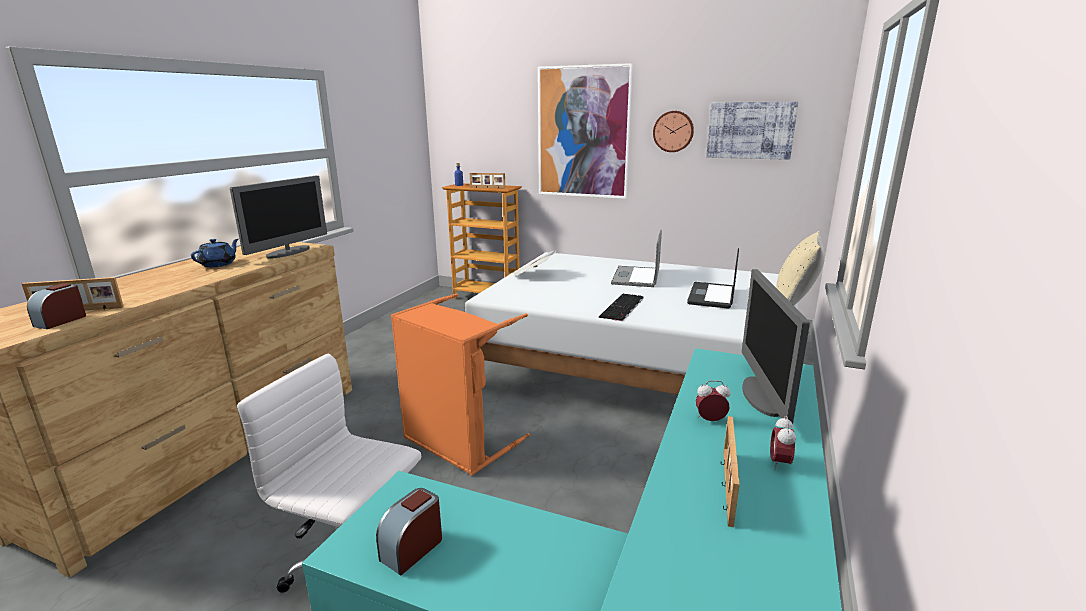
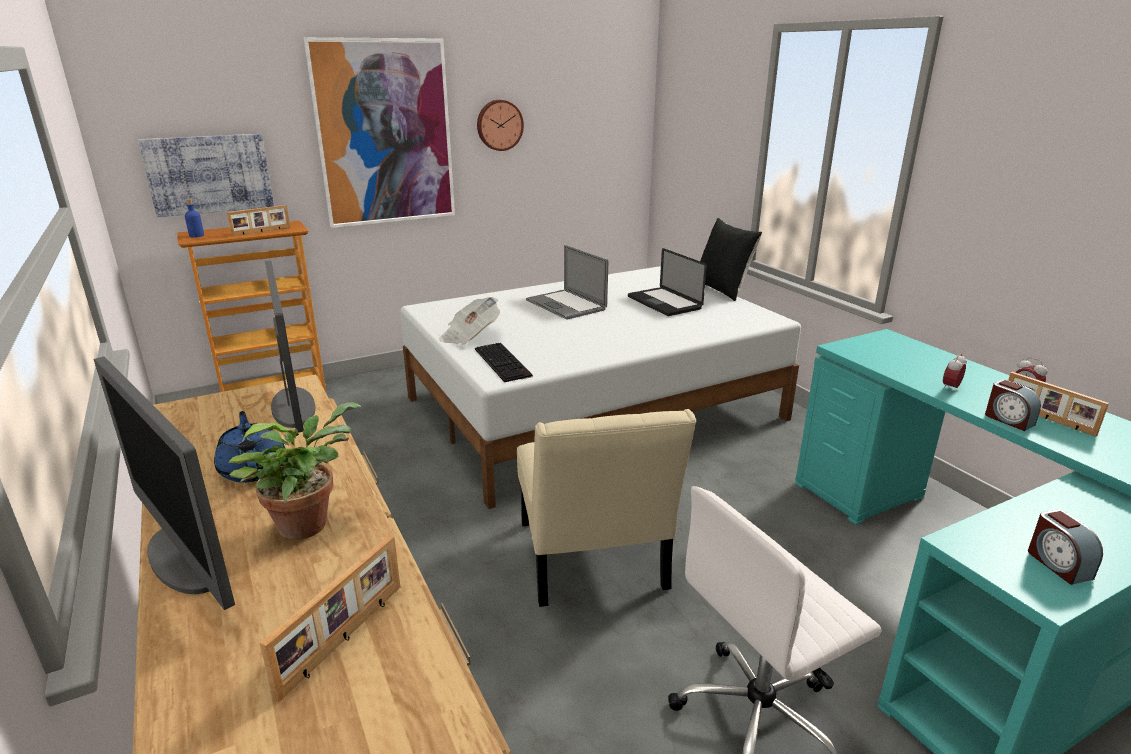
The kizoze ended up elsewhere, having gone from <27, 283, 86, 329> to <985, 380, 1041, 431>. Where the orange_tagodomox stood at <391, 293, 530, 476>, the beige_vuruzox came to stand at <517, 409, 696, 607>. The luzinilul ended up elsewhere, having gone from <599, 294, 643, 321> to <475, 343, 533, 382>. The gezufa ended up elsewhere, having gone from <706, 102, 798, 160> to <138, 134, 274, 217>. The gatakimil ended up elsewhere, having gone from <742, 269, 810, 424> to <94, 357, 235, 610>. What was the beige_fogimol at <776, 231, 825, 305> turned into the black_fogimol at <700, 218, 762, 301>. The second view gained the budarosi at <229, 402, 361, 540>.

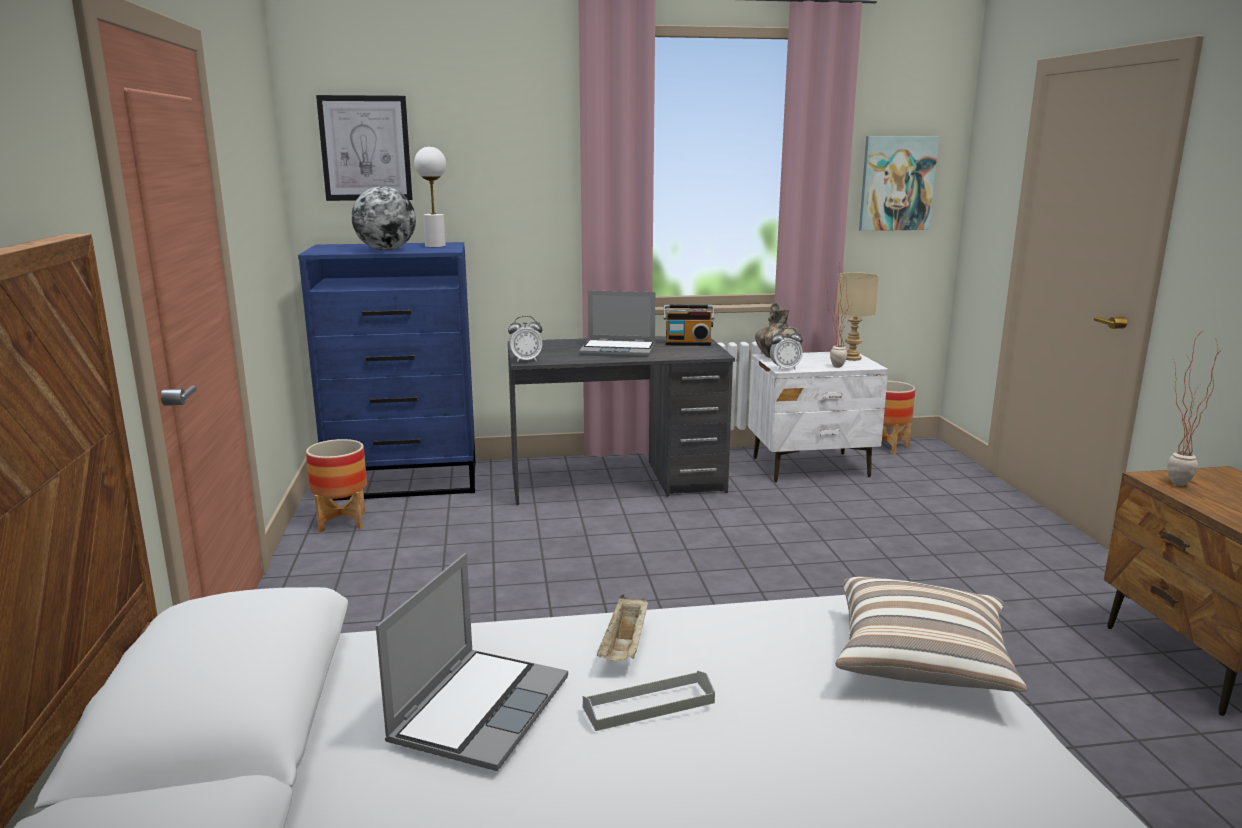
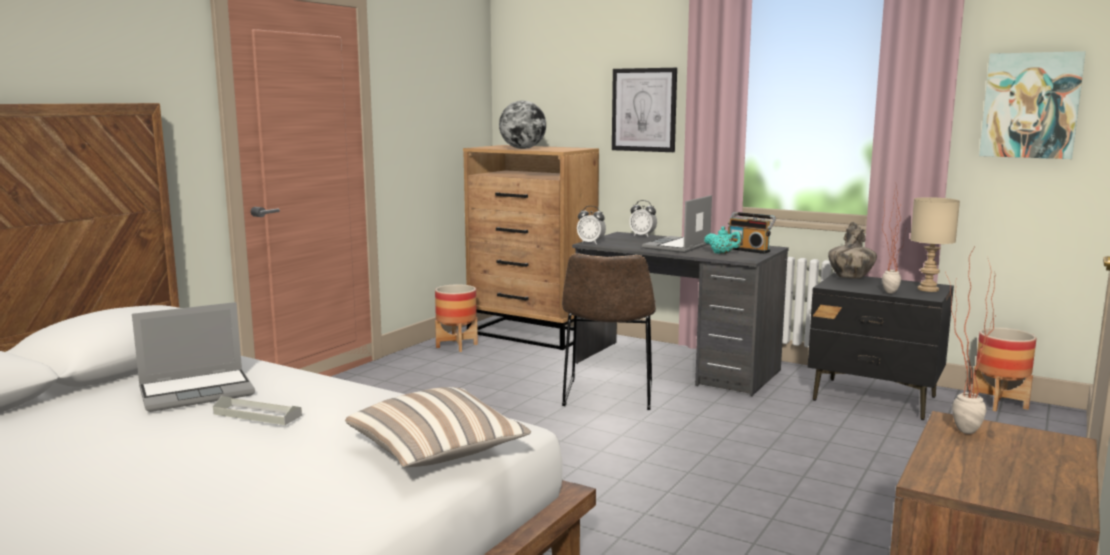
What was the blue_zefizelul at <298, 242, 476, 501> turned into the brown_zefizelul at <463, 145, 599, 350>. The gezufa ended up elsewhere, having gone from <316, 95, 413, 201> to <612, 68, 677, 152>. The second view lost the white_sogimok at <414, 147, 446, 247>. The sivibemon at <579, 290, 656, 358> ended up facing another way, 75 degrees clockwise from before. The second view lost the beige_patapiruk at <597, 595, 649, 661>. What was the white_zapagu at <748, 352, 888, 482> turned into the black_zapagu at <808, 273, 954, 420>. The kizoze ended up elsewhere, having gone from <770, 328, 803, 371> to <629, 200, 657, 237>. The second view gained the brown_vuruzox at <562, 253, 656, 410>. The second view gained the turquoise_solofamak at <704, 227, 742, 254>.

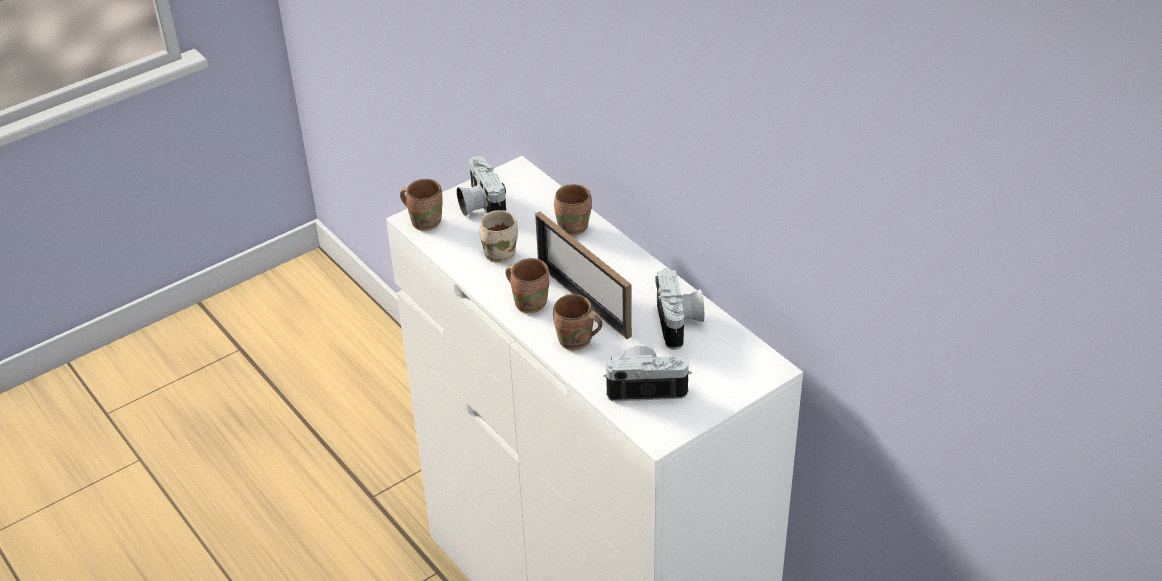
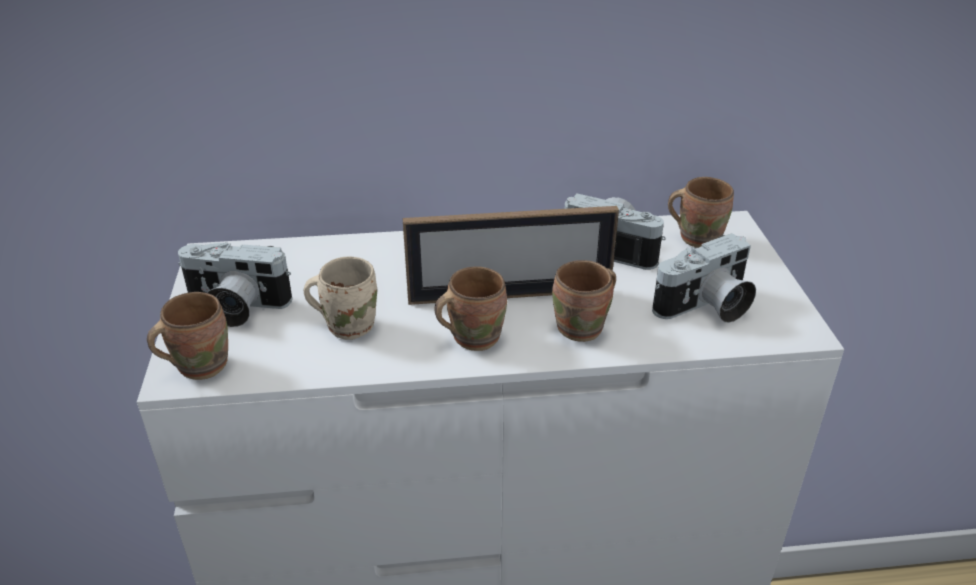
The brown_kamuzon ended up elsewhere, having gone from <554, 184, 592, 236> to <668, 177, 734, 248>. The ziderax at <603, 346, 692, 401> ended up facing another way, 150 degrees counterclockwise from before.

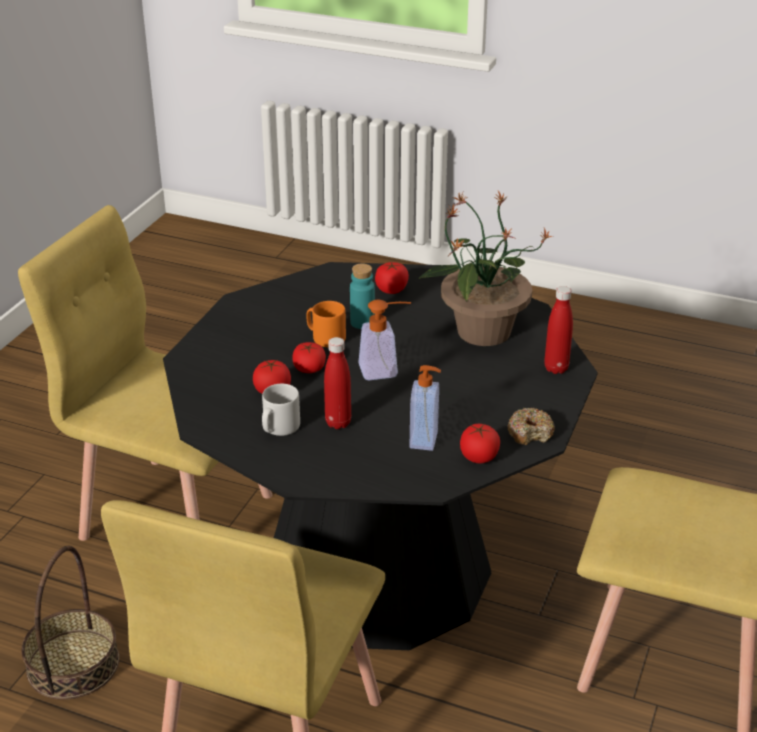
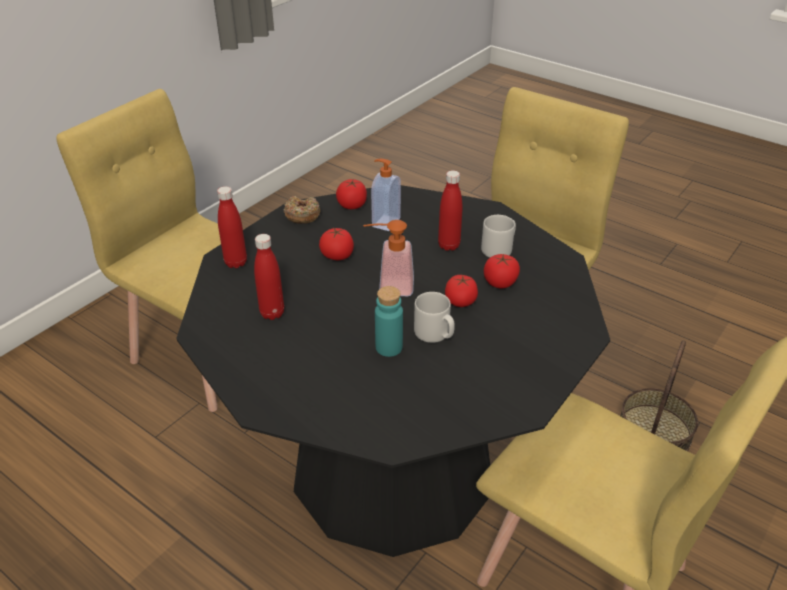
What was the orange_kamuzon at <306, 301, 346, 347> turned into the grey_kamuzon at <414, 292, 455, 343>. The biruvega ended up elsewhere, having gone from <375, 262, 409, 294> to <319, 228, 354, 260>. Where the budarosi stood at <418, 191, 552, 346>, the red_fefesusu came to stand at <254, 234, 284, 320>.

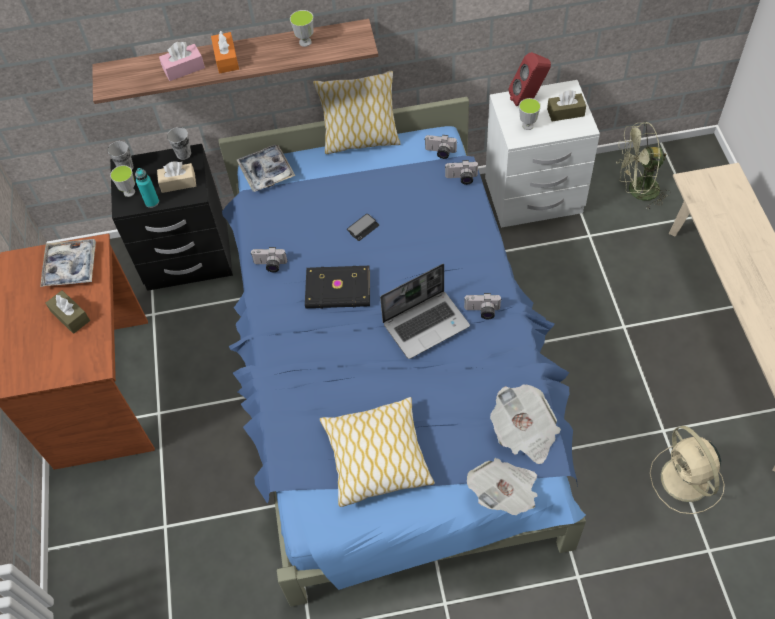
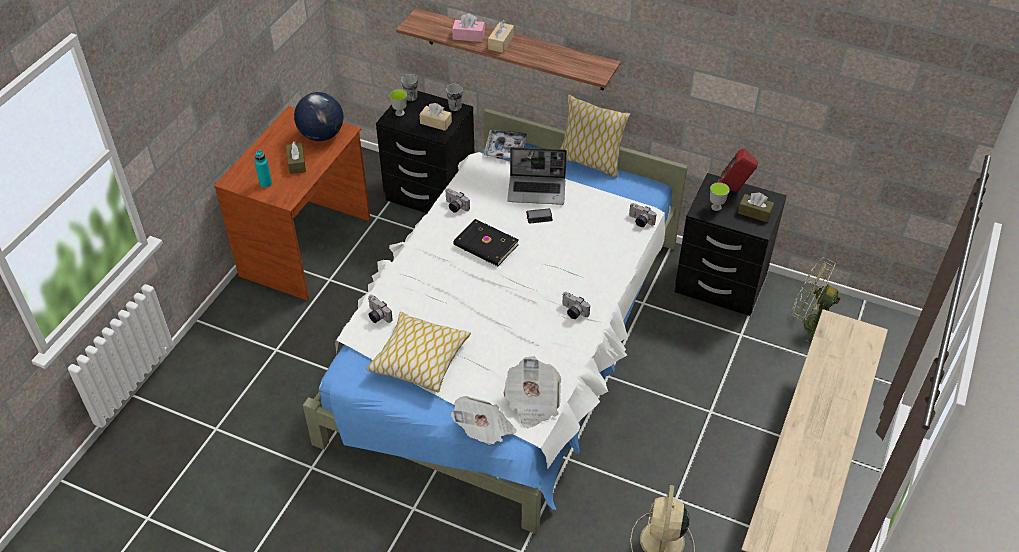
Where the patapiruk stood at <40, 239, 96, 287>, the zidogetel came to stand at <294, 92, 343, 141>. The turquoise_fefesusu ended up elsewhere, having gone from <135, 168, 159, 208> to <255, 150, 272, 188>. What was the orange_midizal at <211, 31, 239, 73> turned into the beige_midizal at <488, 20, 514, 53>. What was the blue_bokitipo at <218, 97, 586, 607> turned into the white_bokitipo at <303, 108, 688, 533>. The second view lost the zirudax at <290, 10, 313, 47>. The sivibemon ended up elsewhere, having gone from <380, 264, 470, 359> to <507, 147, 567, 205>. The ziderax ended up elsewhere, having gone from <425, 135, 457, 159> to <368, 295, 393, 323>. What was the white_zapagu at <485, 80, 600, 228> turned into the black_zapagu at <675, 173, 787, 316>.

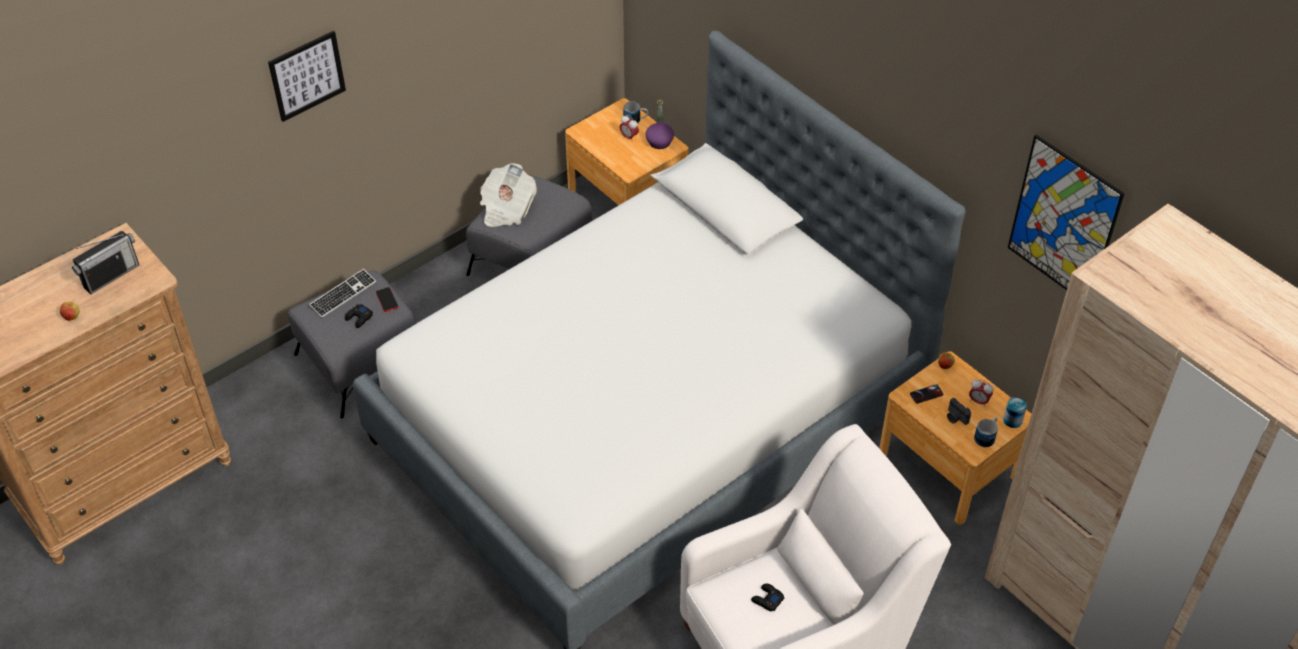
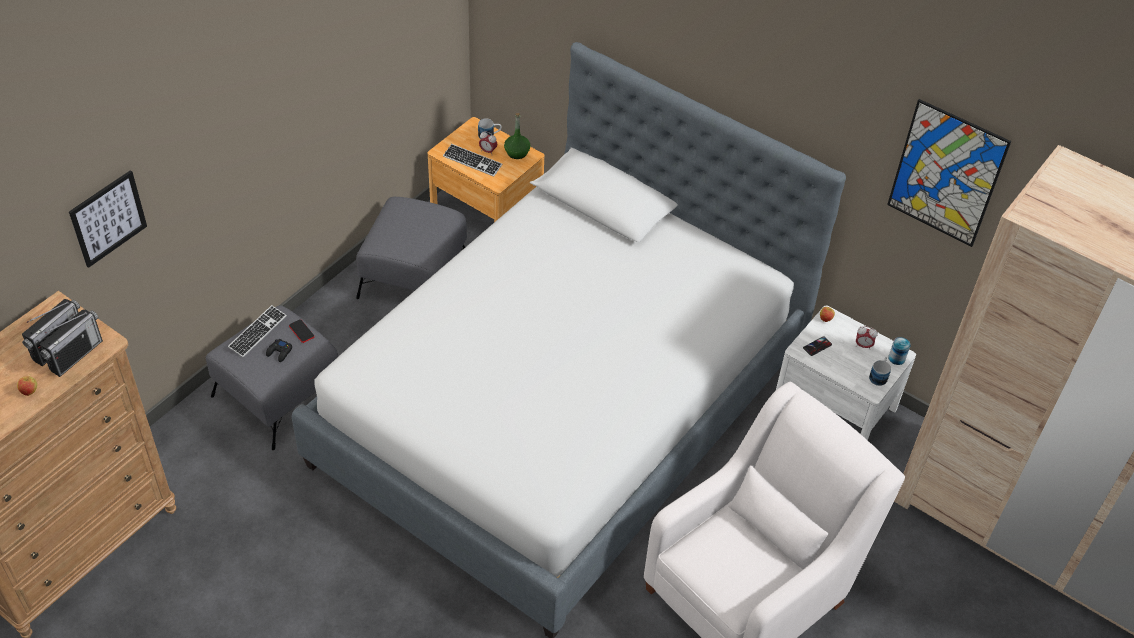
The gezufa ended up elsewhere, having gone from <268, 31, 346, 122> to <69, 170, 147, 268>. The second view lost the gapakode at <480, 163, 537, 227>. What was the purple_fefesusu at <645, 99, 674, 149> turned into the green_fefesusu at <504, 113, 531, 159>. The second view lost the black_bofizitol at <751, 584, 784, 611>. What was the brown_zapagu at <879, 351, 1031, 525> turned into the white_zapagu at <776, 305, 916, 440>. The second view lost the ziderax at <947, 398, 971, 425>. The second view gained the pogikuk at <40, 310, 103, 377>. The second view gained the luzinilul at <443, 144, 502, 177>.

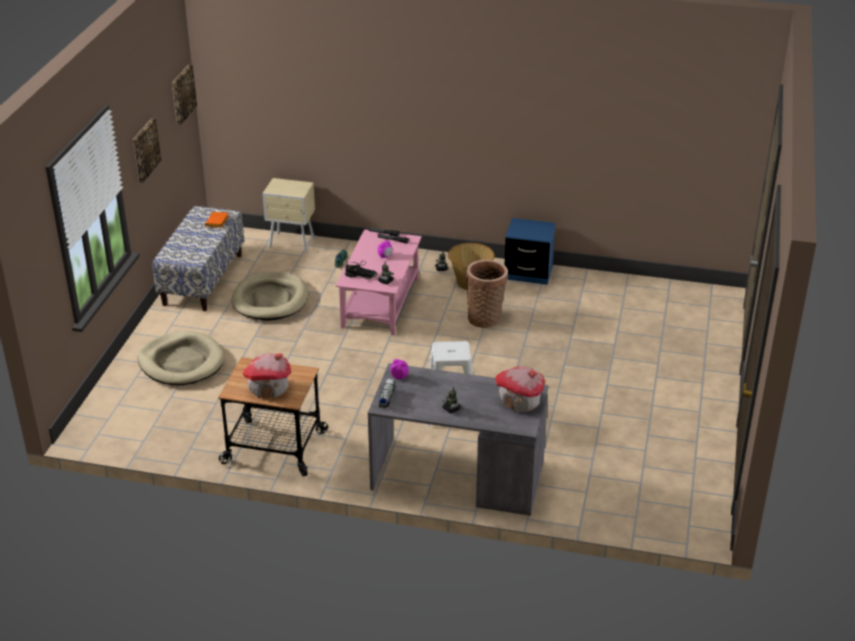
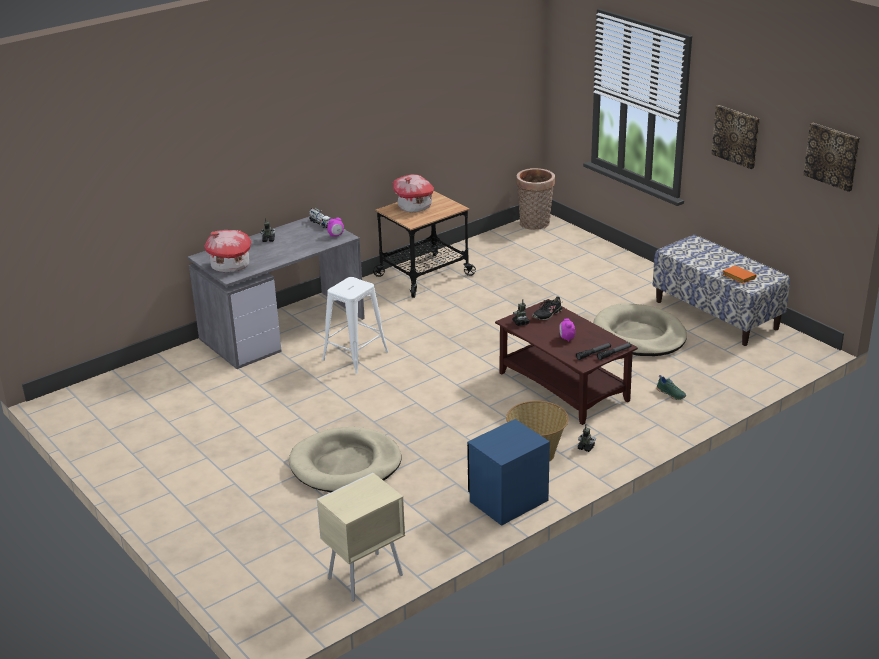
The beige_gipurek ended up elsewhere, having gone from <138, 331, 225, 385> to <289, 427, 402, 492>. The beige_zapagu ended up elsewhere, having gone from <262, 178, 315, 252> to <317, 473, 405, 602>. What was the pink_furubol at <335, 229, 422, 335> turned into the brown_furubol at <495, 299, 638, 425>. The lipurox ended up elsewhere, having gone from <466, 260, 508, 328> to <516, 168, 555, 230>.

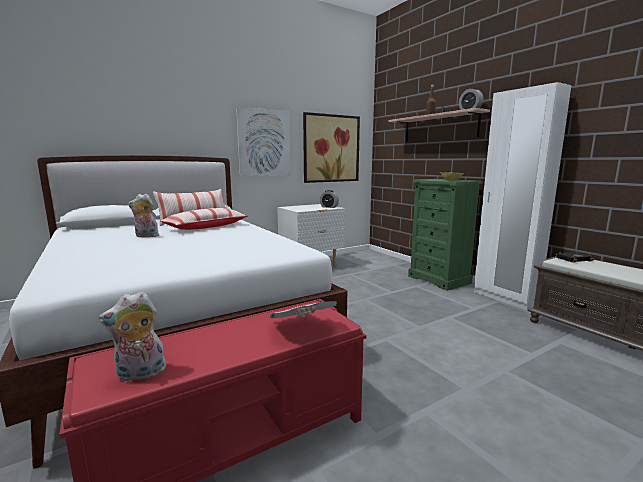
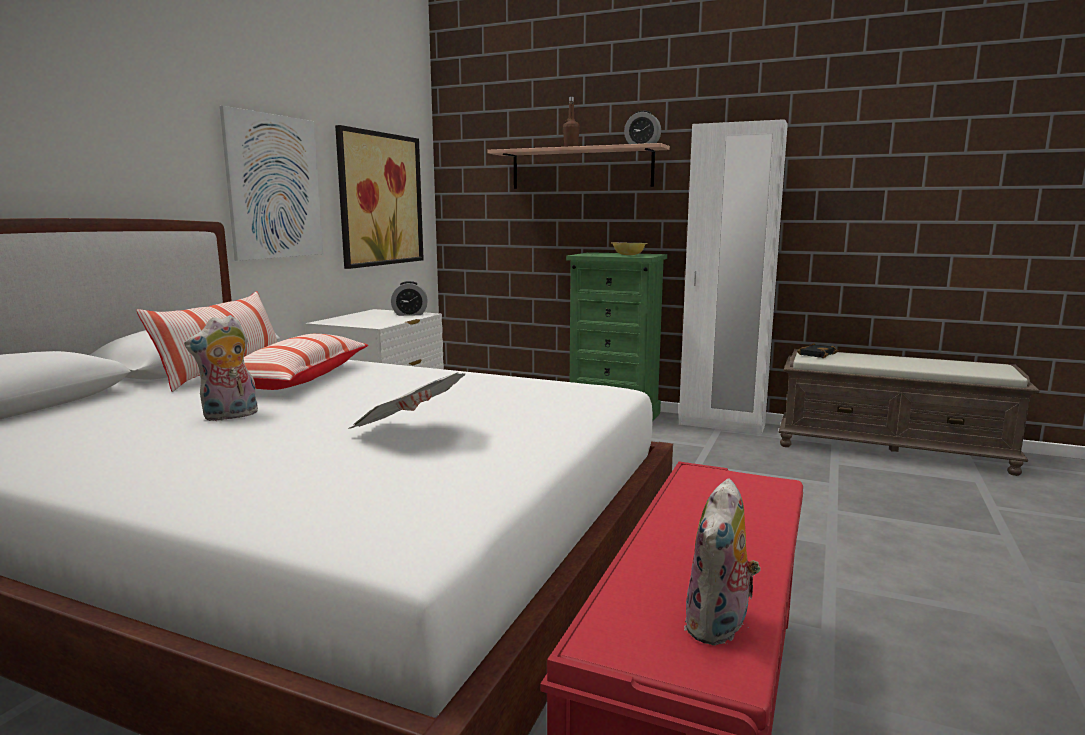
The gapakode ended up elsewhere, having gone from <270, 301, 337, 318> to <348, 372, 465, 429>.

